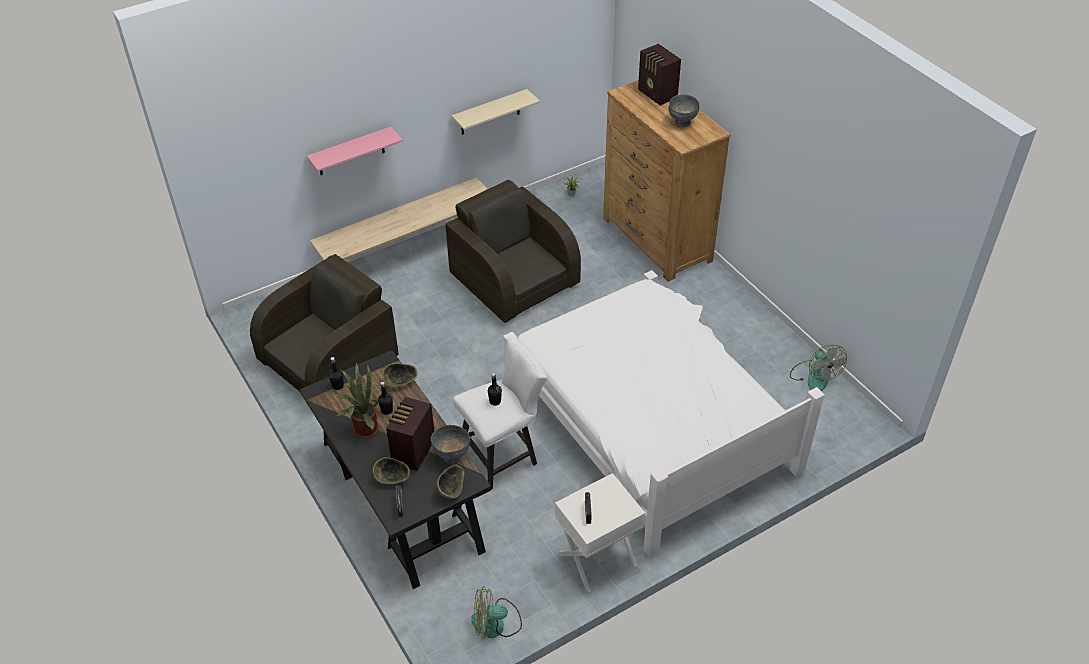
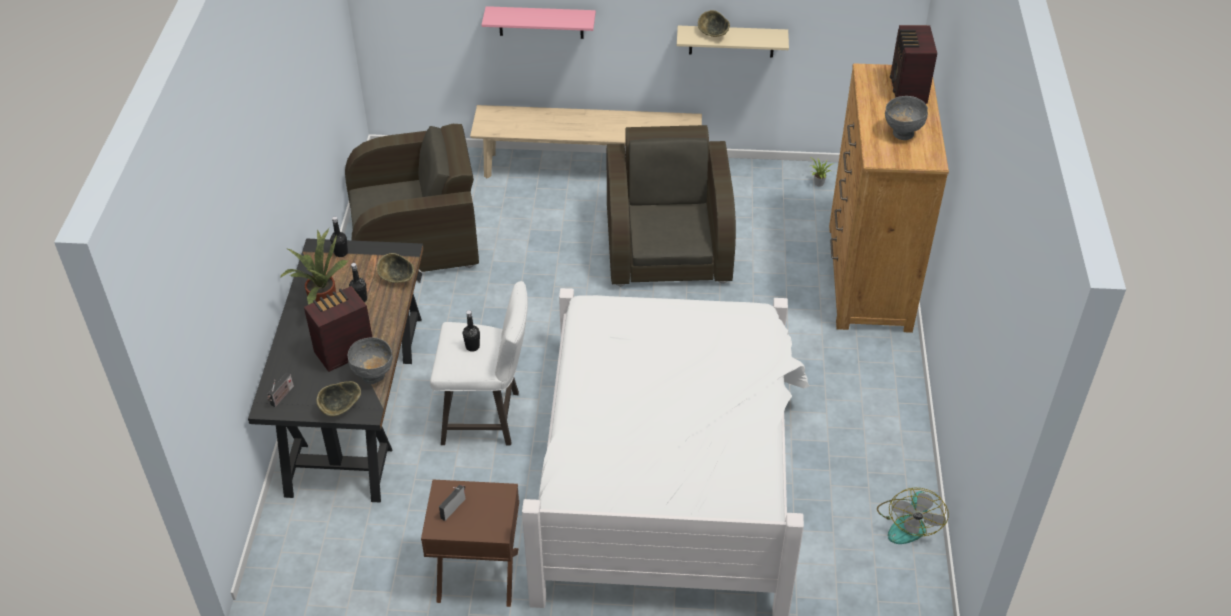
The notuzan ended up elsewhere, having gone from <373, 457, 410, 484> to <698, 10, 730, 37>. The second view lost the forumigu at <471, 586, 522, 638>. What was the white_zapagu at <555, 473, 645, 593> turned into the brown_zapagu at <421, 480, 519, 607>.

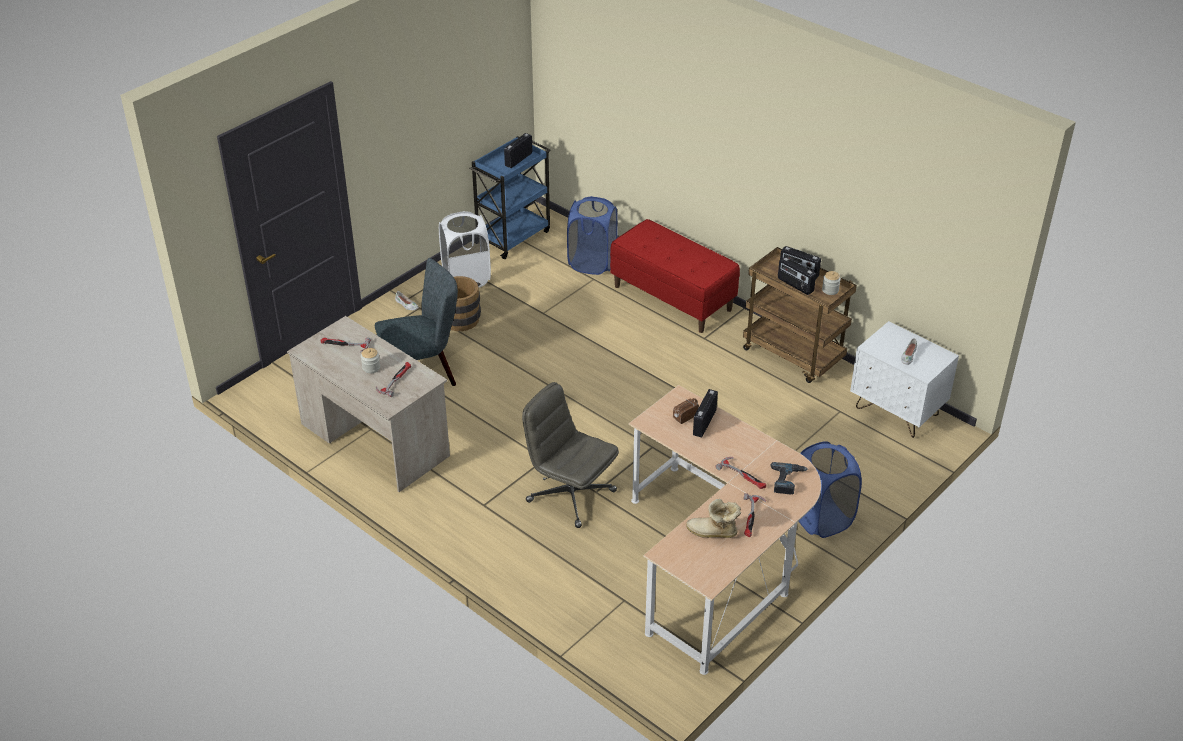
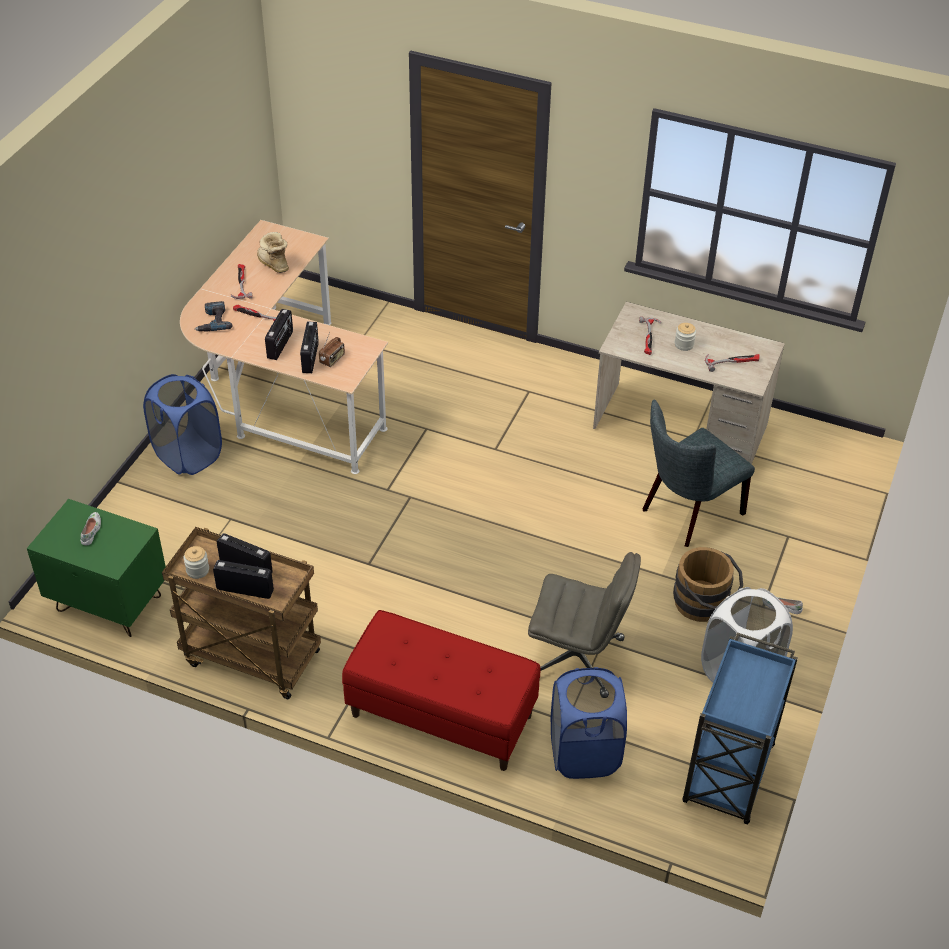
The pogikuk ended up elsewhere, having gone from <504, 133, 532, 168> to <265, 309, 293, 360>. The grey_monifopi ended up elsewhere, having gone from <522, 382, 619, 528> to <528, 552, 641, 671>. The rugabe at <686, 499, 741, 538> ended up facing another way, 120 degrees counterclockwise from before. What was the white_zapagu at <850, 321, 959, 438> turned into the green_zapagu at <27, 499, 166, 637>.

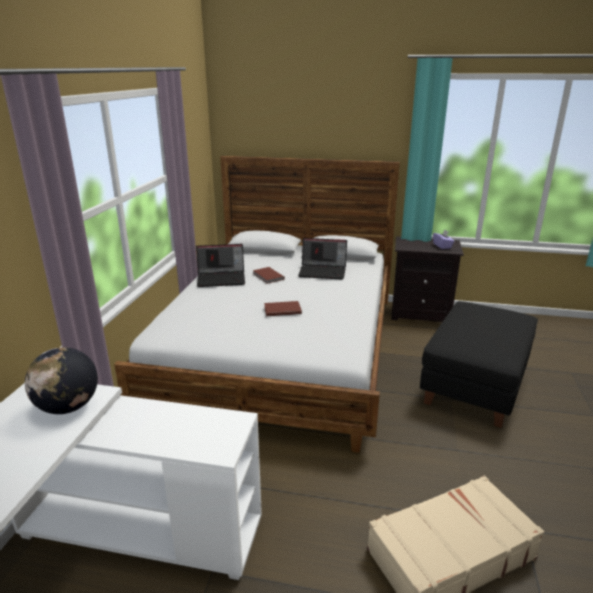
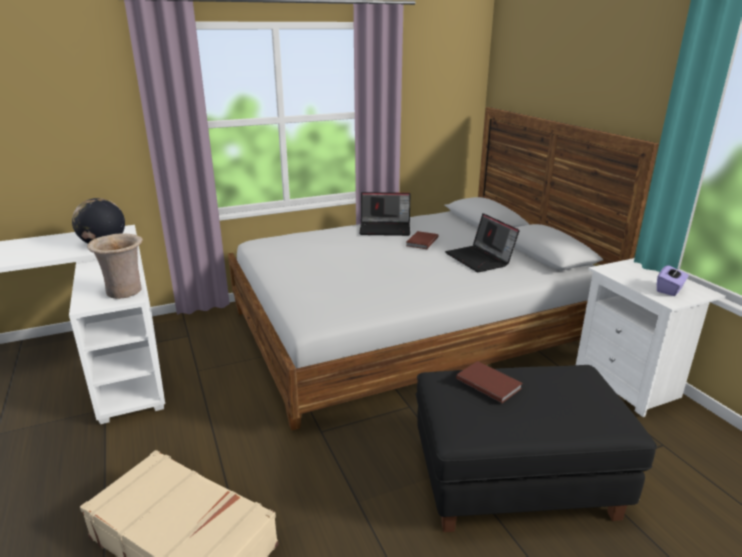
The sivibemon at <196, 244, 245, 287> ended up facing another way, 45 degrees counterclockwise from before. The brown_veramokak ended up elsewhere, having gone from <264, 301, 302, 316> to <456, 361, 523, 403>. What was the black_zapagu at <391, 236, 464, 322> turned into the white_zapagu at <576, 258, 726, 417>. The second view gained the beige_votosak at <87, 233, 143, 299>.

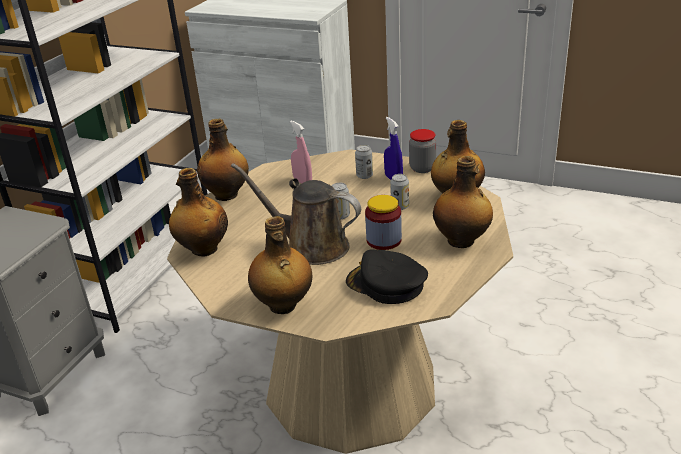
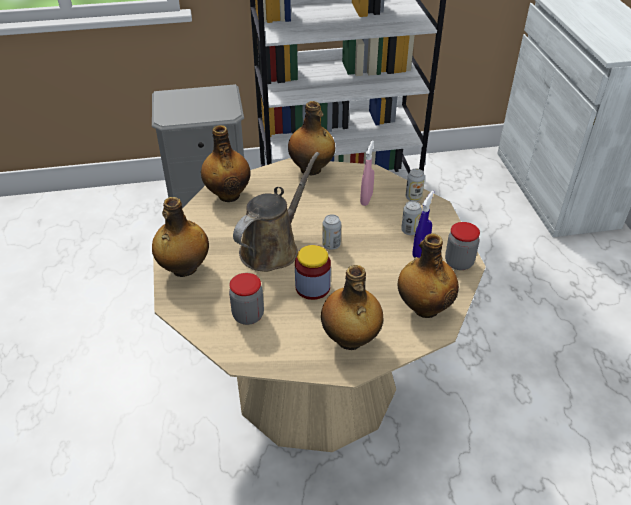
The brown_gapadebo at <231, 163, 361, 265> ended up facing another way, 45 degrees clockwise from before. Where the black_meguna stood at <346, 249, 428, 304>, the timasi came to stand at <229, 273, 264, 325>. The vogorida ended up elsewhere, having gone from <390, 174, 409, 210> to <406, 169, 425, 201>.

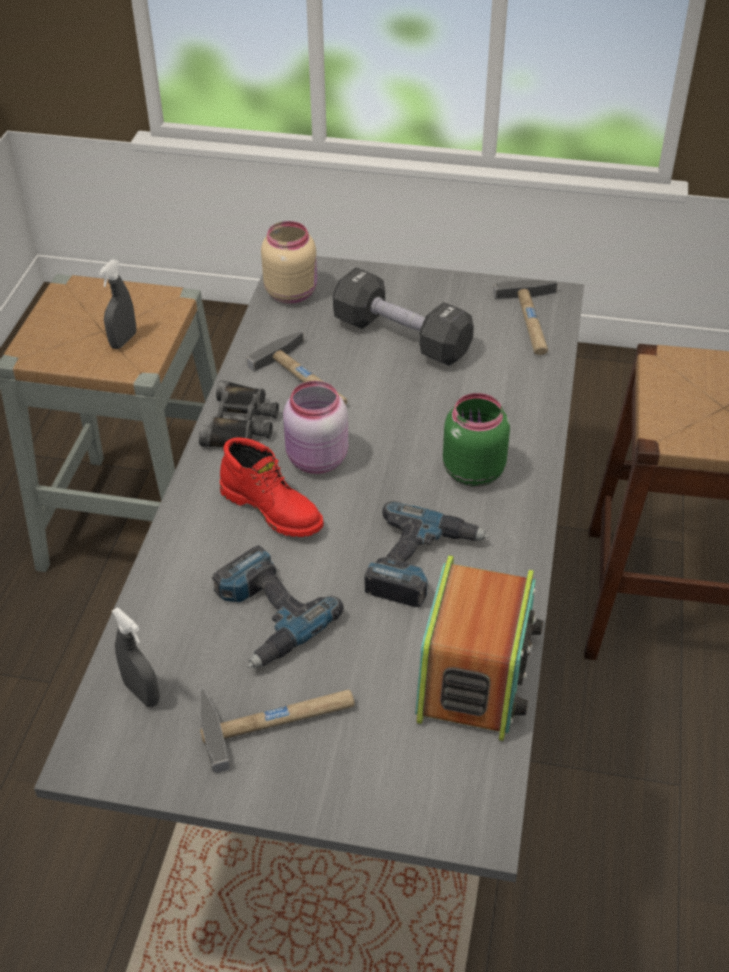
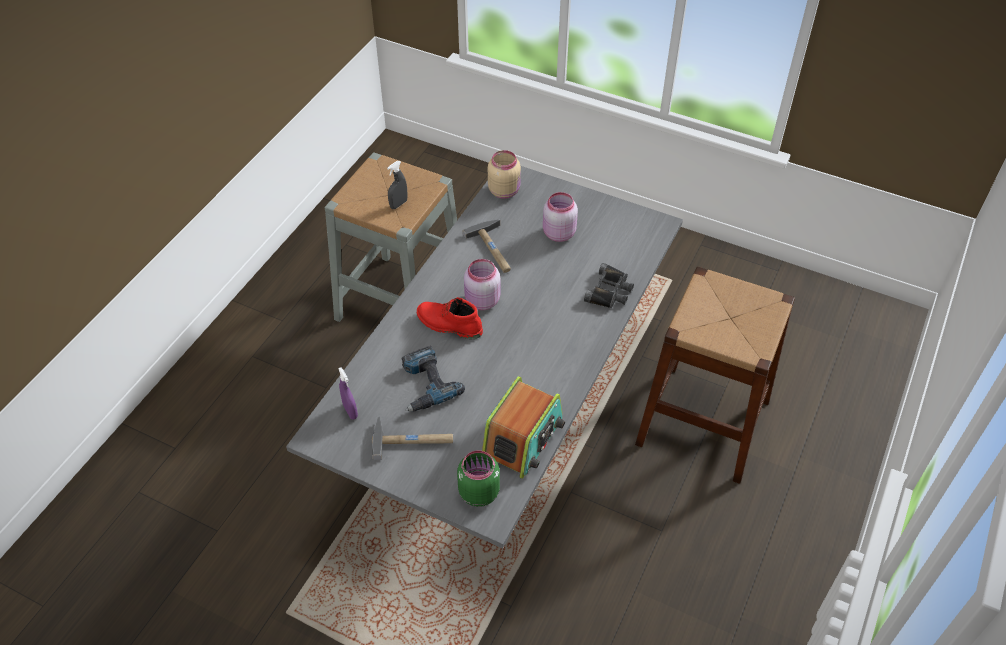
What was the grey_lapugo at <112, 607, 160, 707> turned into the purple_lapugo at <338, 367, 358, 420>. The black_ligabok ended up elsewhere, having gone from <199, 380, 279, 447> to <584, 263, 634, 308>. The red_rugabe at <220, 438, 324, 537> ended up facing another way, 150 degrees clockwise from before. Where the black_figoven stood at <333, 267, 474, 366>, the pink_timasi came to stand at <543, 192, 578, 242>. The second view lost the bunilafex at <365, 501, 489, 607>. The green_timasi ended up elsewhere, having gone from <443, 393, 510, 487> to <457, 450, 500, 507>. The second view lost the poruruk at <493, 279, 558, 355>.

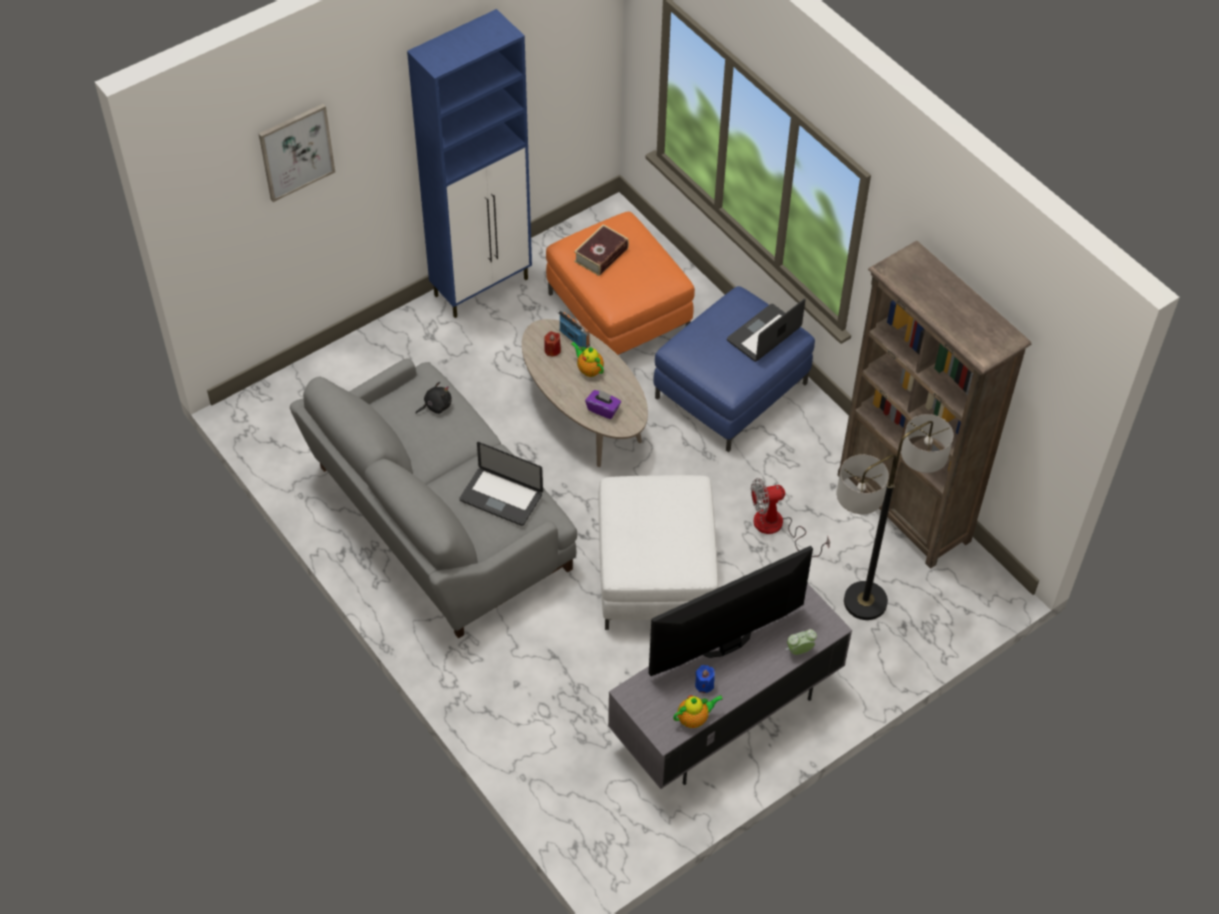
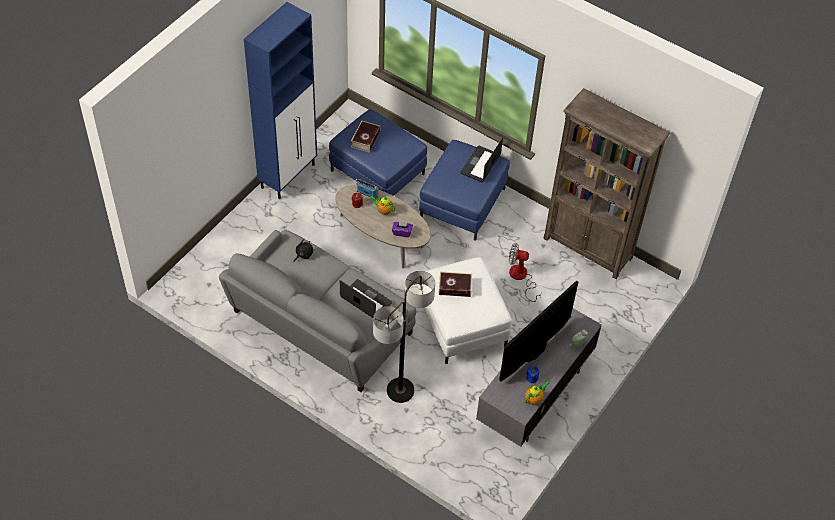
The second view lost the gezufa at <259, 104, 335, 202>. The sivibemon at <459, 442, 543, 526> ended up facing another way, 150 degrees counterclockwise from before. What was the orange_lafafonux at <546, 211, 695, 355> turned into the blue_lafafonux at <329, 109, 427, 196>. The forumigu at <751, 478, 830, 557> ended up facing another way, 45 degrees clockwise from before. The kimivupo ended up elsewhere, having gone from <837, 414, 953, 620> to <373, 271, 435, 403>. The second view gained the veramokak at <439, 271, 472, 297>.

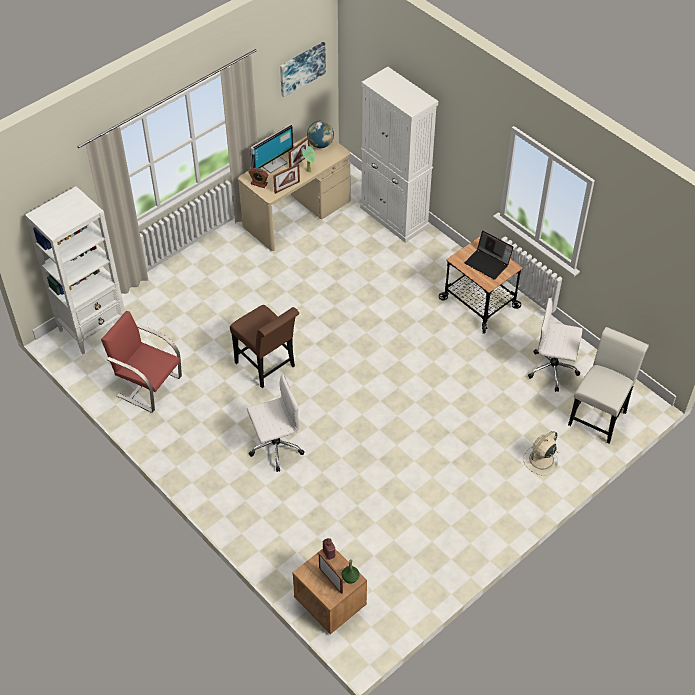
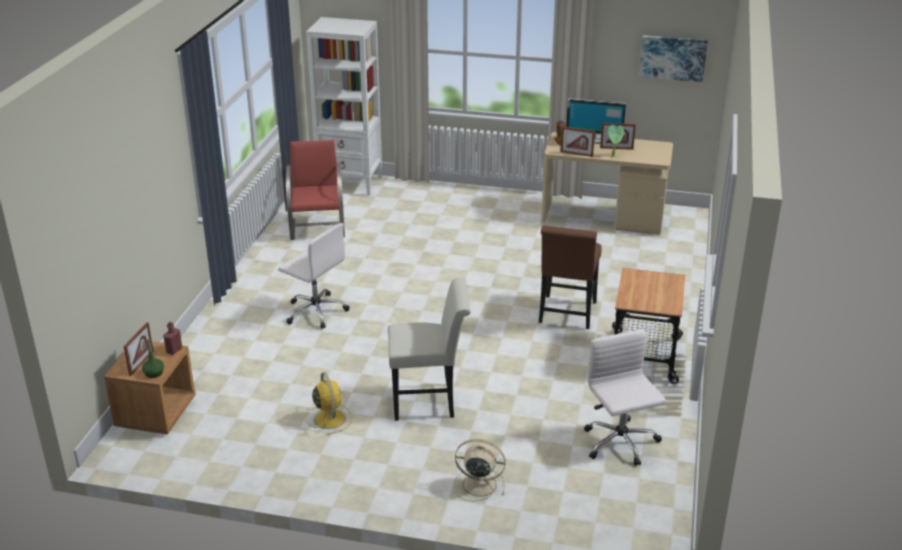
The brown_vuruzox ended up elsewhere, having gone from <230, 305, 299, 388> to <539, 226, 602, 329>. The second view lost the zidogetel at <307, 121, 334, 148>. The second view lost the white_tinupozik at <360, 67, 438, 243>. The second view lost the sivibemon at <465, 231, 513, 280>. The white_vuruzox ended up elsewhere, having gone from <568, 327, 649, 444> to <388, 277, 471, 421>. The second view gained the yellow_forumigu at <305, 372, 352, 435>.

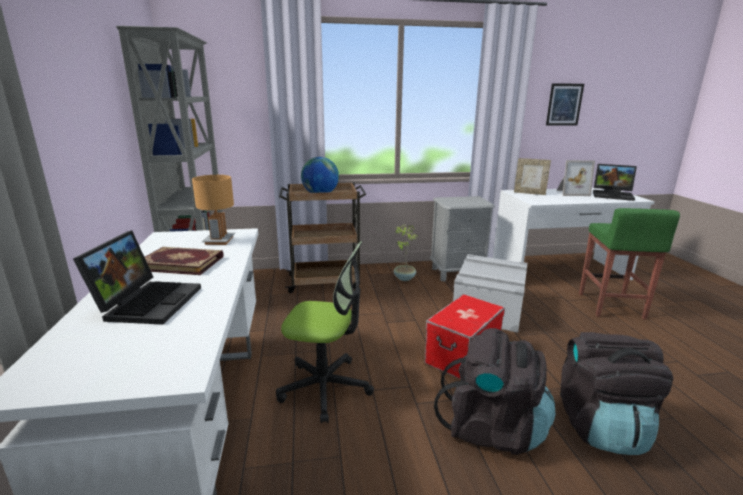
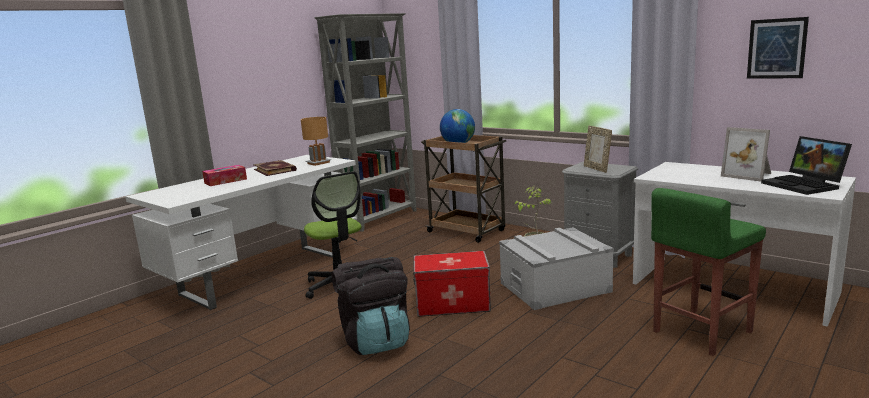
Where the sivibemon stood at <73, 230, 201, 325>, the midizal came to stand at <202, 165, 247, 186>. The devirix ended up elsewhere, having gone from <514, 158, 551, 195> to <584, 126, 612, 173>. The second view lost the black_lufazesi at <560, 332, 673, 455>.

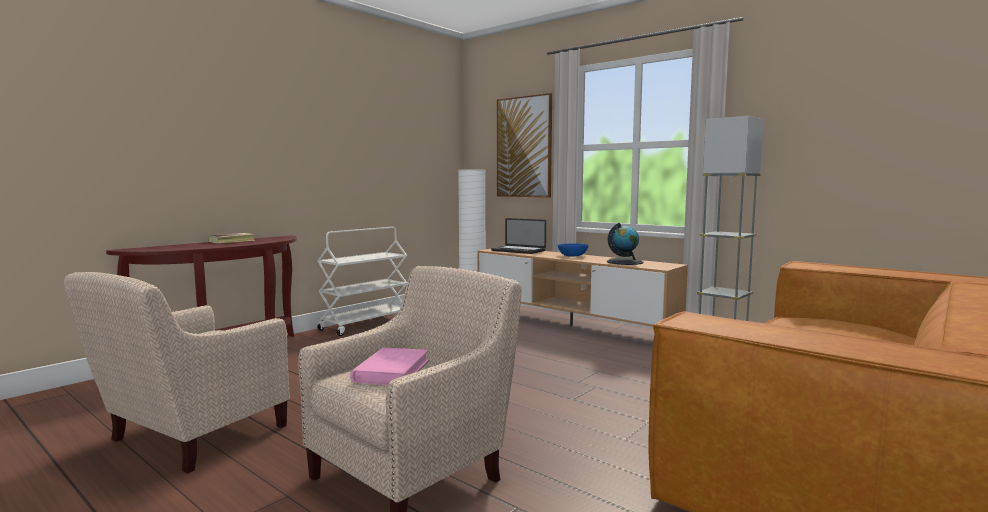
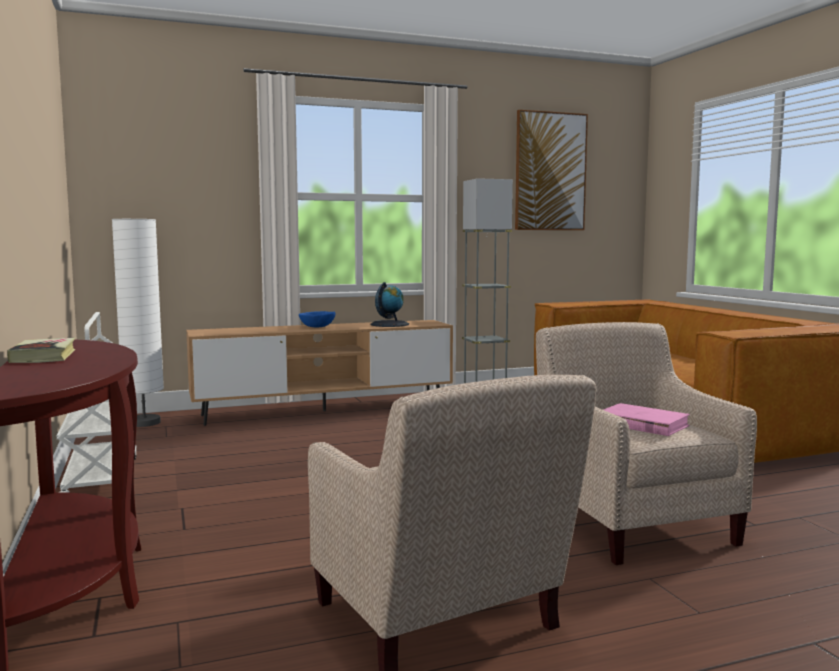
The second view lost the sivibemon at <491, 218, 546, 254>. The gezufa ended up elsewhere, having gone from <497, 93, 552, 198> to <515, 110, 588, 230>.

